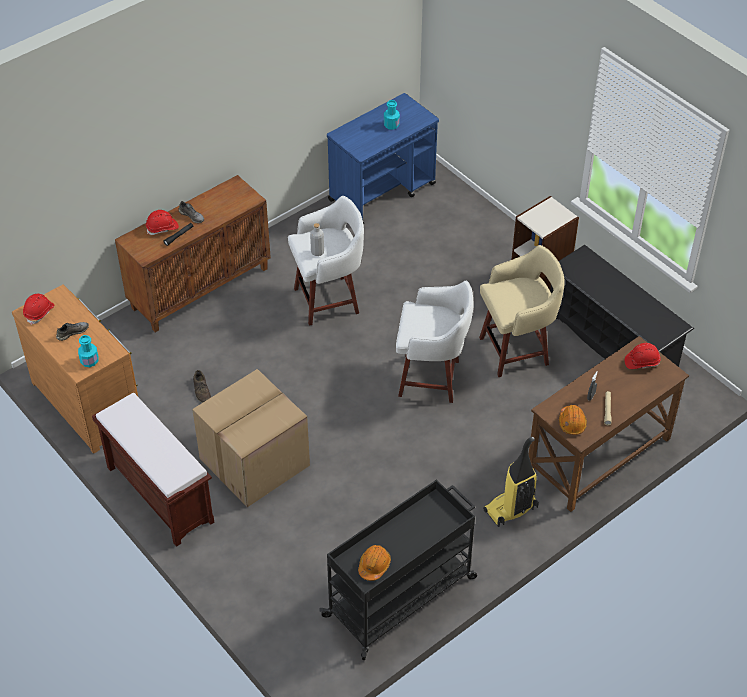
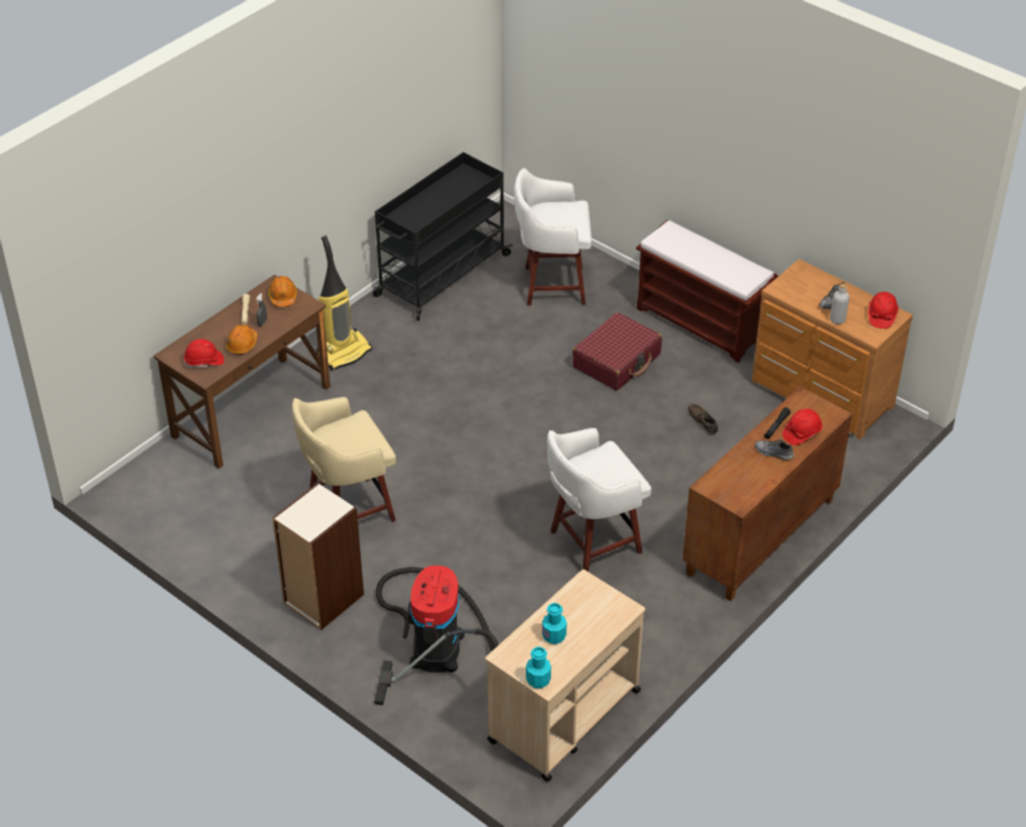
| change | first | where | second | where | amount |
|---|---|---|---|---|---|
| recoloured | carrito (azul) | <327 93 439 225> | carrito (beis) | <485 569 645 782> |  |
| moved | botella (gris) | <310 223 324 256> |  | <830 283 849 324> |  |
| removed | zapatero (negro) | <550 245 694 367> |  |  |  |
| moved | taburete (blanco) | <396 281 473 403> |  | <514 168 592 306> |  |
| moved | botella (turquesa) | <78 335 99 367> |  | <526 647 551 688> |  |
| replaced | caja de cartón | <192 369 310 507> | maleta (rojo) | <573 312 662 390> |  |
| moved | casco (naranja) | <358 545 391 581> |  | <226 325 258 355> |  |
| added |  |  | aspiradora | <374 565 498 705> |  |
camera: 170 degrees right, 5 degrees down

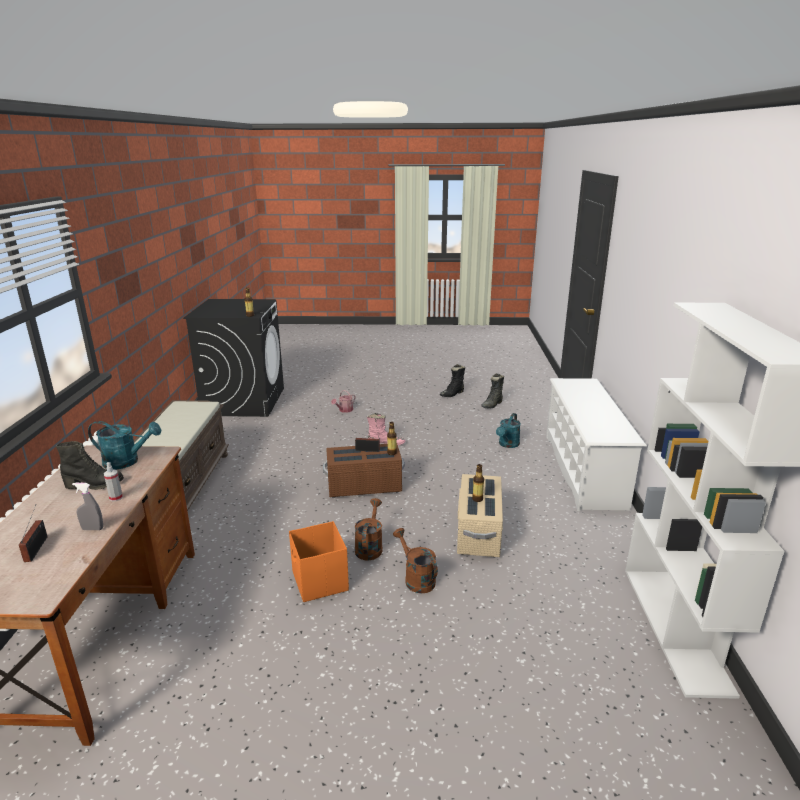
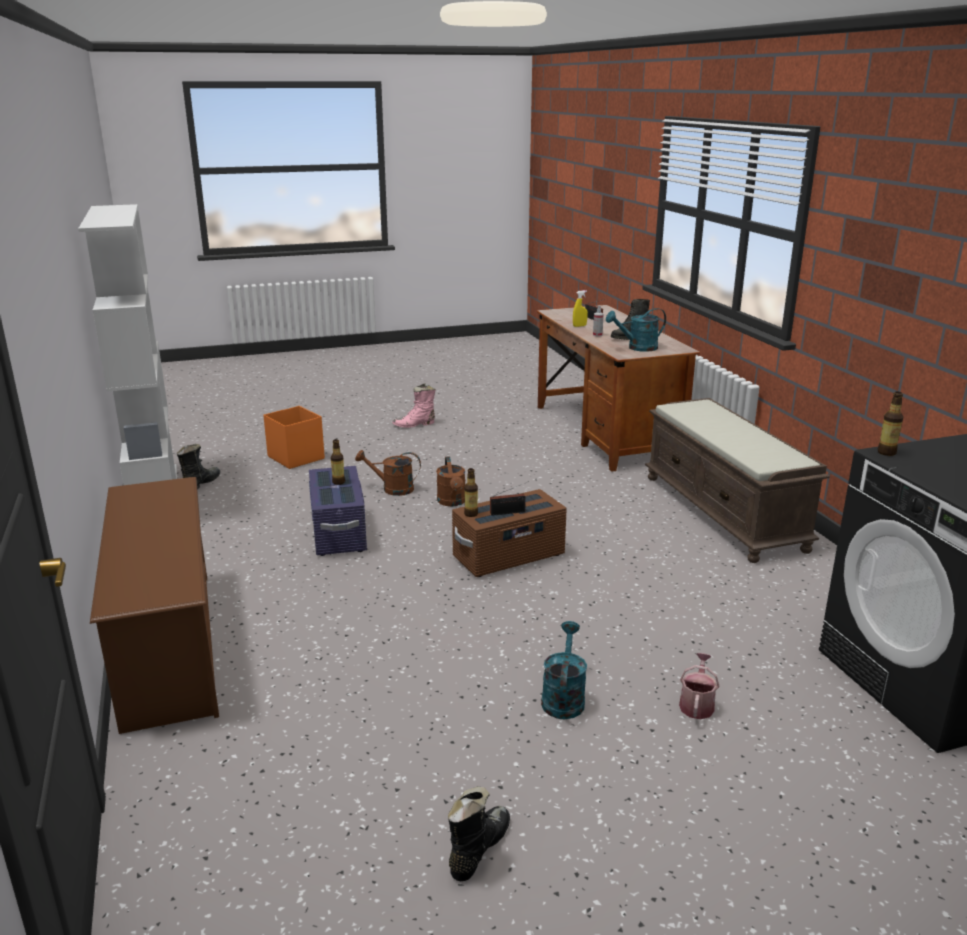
| change | first | where | second | where | amount |
|---|---|---|---|---|---|
| moved | bota (negro) | <481 373 504 409> |  | <177 444 220 489> |  |
| recoloured | zapatero (blanco) | <546 378 647 511> | zapatero (marrón) | <90 477 219 734> |  |
| moved | bota (rosa) | <367 413 405 445> |  | <392 383 436 428> |  |
| moved | regadera (turquesa) | <496 413 521 448> |  | <541 621 587 719> |  |
| recoloured | caja de almacenaje (beis) | <457 474 503 557> | caja de almacenaje (morado) | <309 466 367 556> |  |
| recoloured | pulverizador (gris) | <72 483 103 530> | pulverizador (amarillo) | <573 290 588 327> |  |
| moved | caja de almacenaje (naranja) | <289 521 349 602> |  | <263 406 325 469> |  |
| turned | regadera (marrón) | <393 528 438 594> |  | <355 450 421 496> | 150 degrees clockwise |
camera: 160 degrees right, 0 degrees up

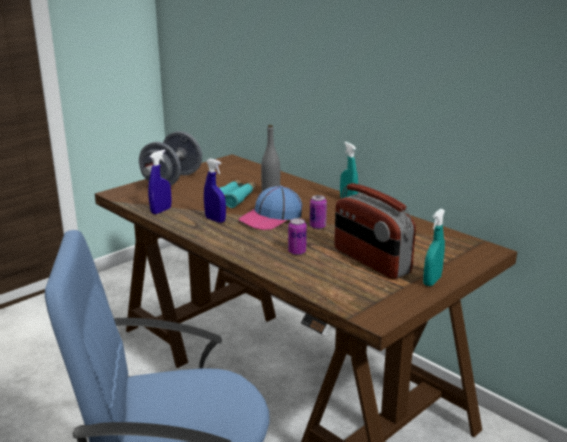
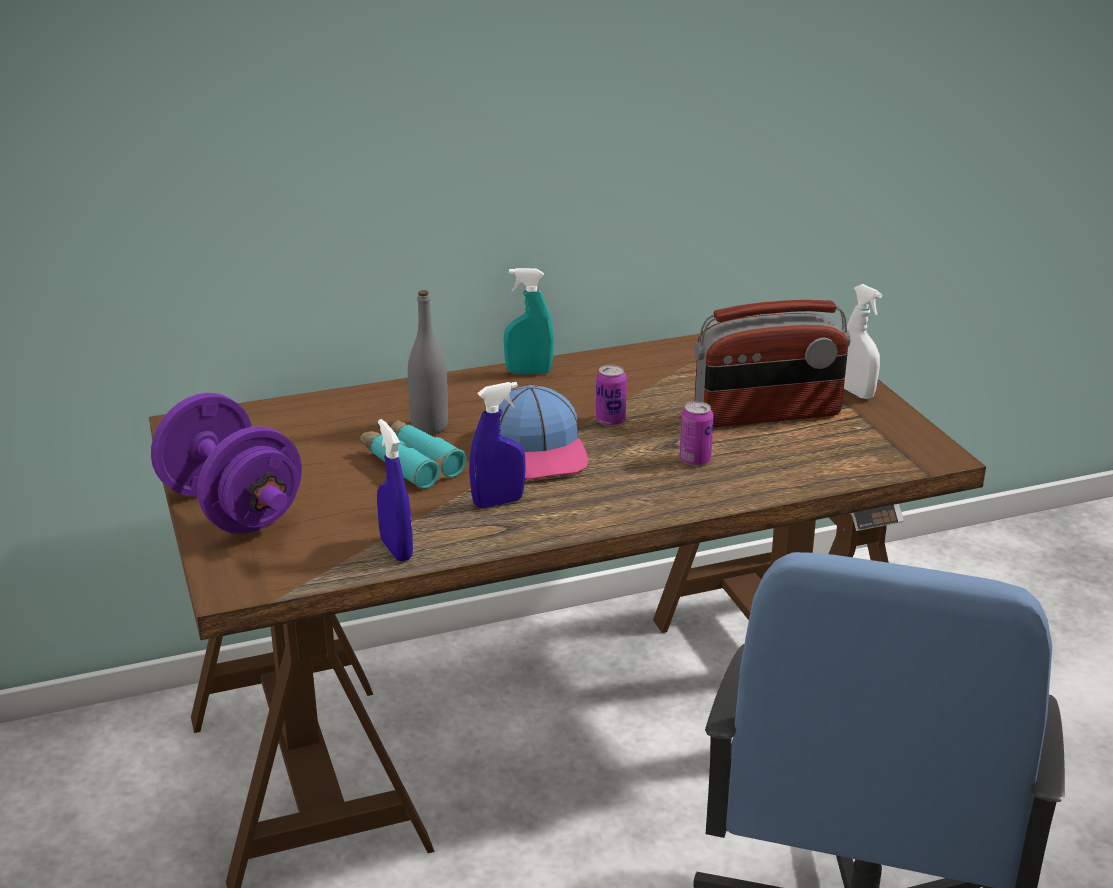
| change | first | where | second | where | amount |
|---|---|---|---|---|---|
| recoloured | mancuerna (gris) | <139 131 202 186> | mancuerna (morado) | <151 393 302 534> |  |
| recoloured | pulverizador (turquesa) | <423 209 445 286> | pulverizador (blanco) | <844 284 882 399> |  |
camera: 65 degrees left, 5 degrees up

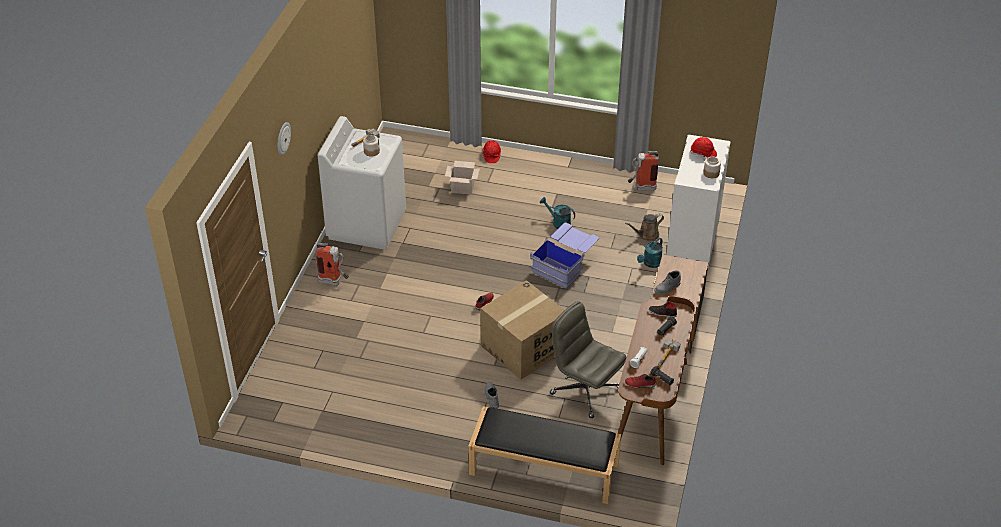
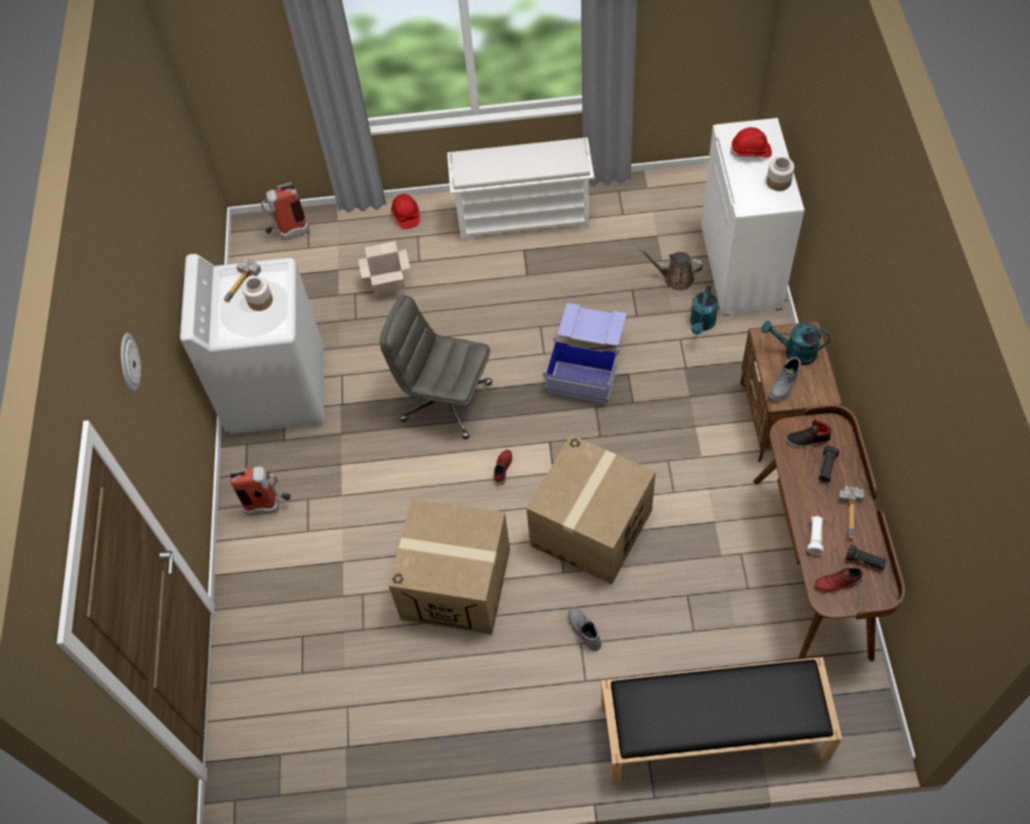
| change | first | where | second | where | amount |
|---|---|---|---|---|---|
| moved | extintor | <628 151 659 191> |  | <261 182 309 240> |  |
| moved | regadera (turquesa) | <540 197 575 229> |  | <761 321 830 366> |  |
| turned | regadera (marrón) | <625 214 664 240> |  | <638 248 704 290> | 60 degrees clockwise |
| moved | silla de oficina (gris) | <550 301 626 418> |  | <380 295 492 439> |  |
| added |  |  | zapatero (blanco) | <447 138 594 242> |  |
| added |  |  | caja de cartón | <389 499 510 635> |  |
camera: 15 degrees left, 15 degrees up

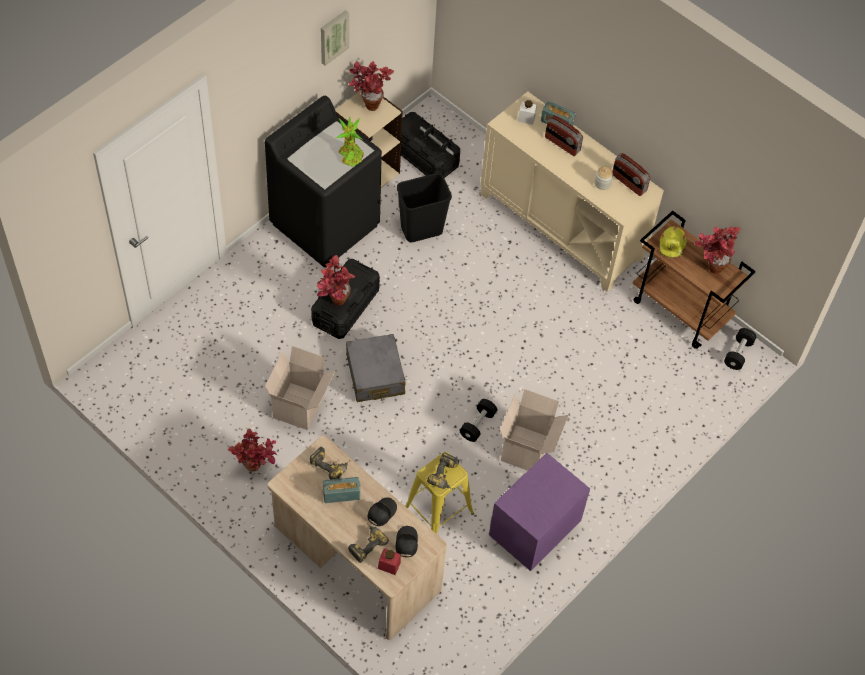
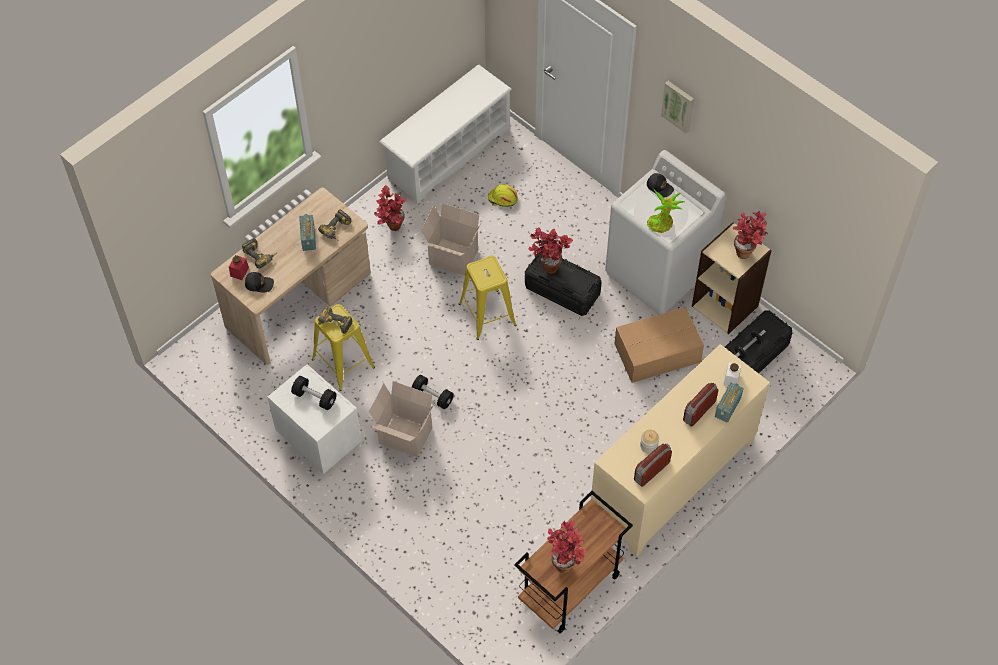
| change | first | where | second | where | amount |
|---|---|---|---|---|---|
| moved | cuadro | <321 10 349 66> |  | <661 81 694 133> |  |
| recoloured | lavadora (negro) | <265 96 382 268> | lavadora (blanco) | <605 150 726 315> |  |
| replaced | papelera (negro) | <397 173 452 242> | caja de cartón | <614 307 704 383> |  |
| moved | casco (amarillo) | <660 226 687 258> |  | <488 184 518 207> |  |
| moved | mancuerna (negro) | <724 328 756 370> |  | <291 376 337 410> |  |
| replaced | maleta (gris) | <346 334 405 402> | taburete (amarillo) | <459 256 517 340> |  |
| recoloured | mesita de noche (morado) | <489 453 590 571> | mesita de noche (blanco) | <267 364 362 474> |  |
| moved | gorra (negro) | <368 497 397 526> |  | <647 173 674 197> |  |
| added |  |  | zapatero (blanco) | <379 64 512 204> |  |
camera: 95 degrees right, 0 degrees up

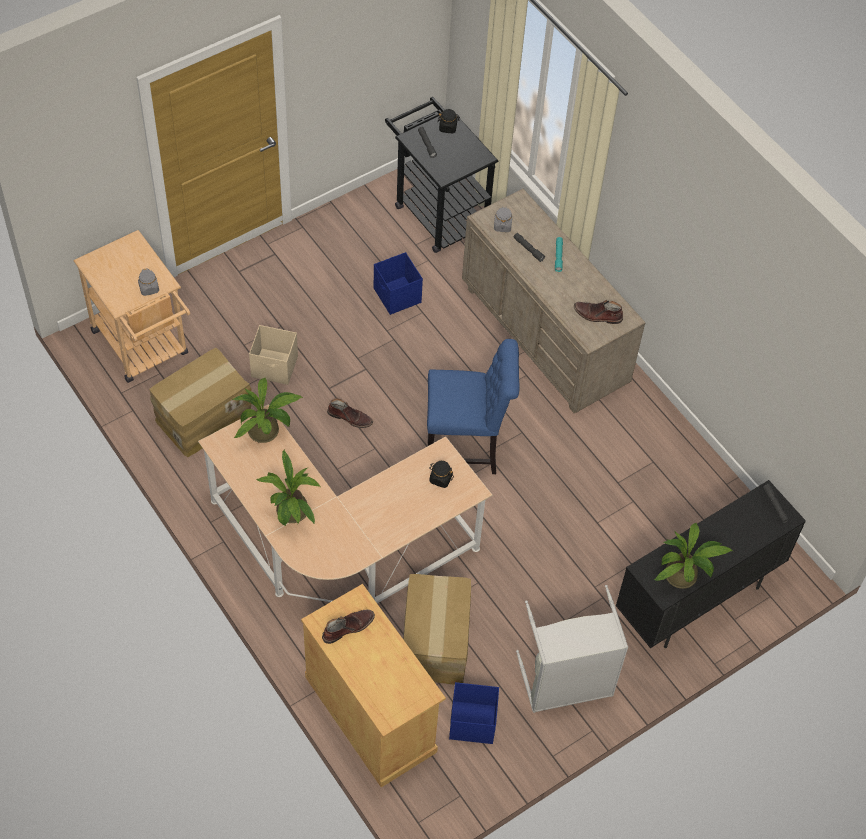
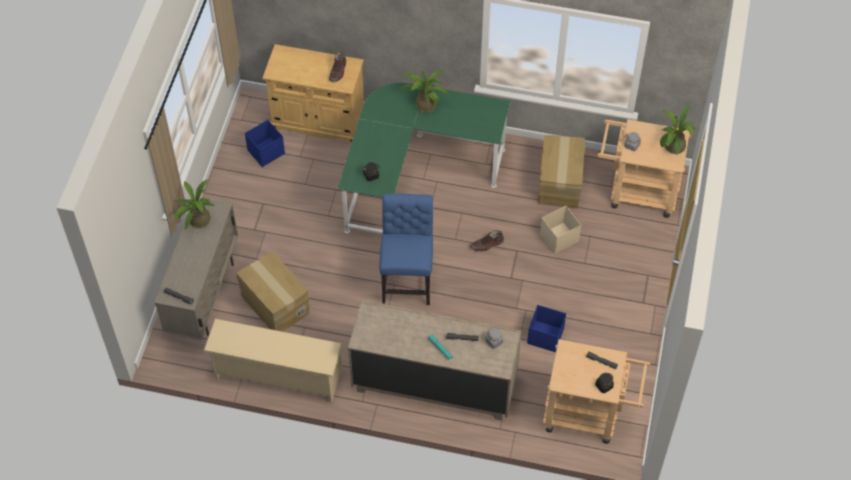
| change | first | where | second | where | amount |
|---|---|---|---|---|---|
| recoloured | carrito (negro) | <385 97 498 253> | carrito (beis) | <543 339 650 444> |  |
| removed | bota (marrón) | <574 300 623 324> |  |  |  |
| turned | silla (azul) | <427 339 520 474> |  | <379 193 433 305> | 135 degrees clockwise |
| moved | planta en maceta | <233 377 304 443> |  | <660 104 695 155> |  |
| recoloured | escritorio (beis) | <198 405 492 603> | escritorio (verde) | <337 83 510 234> |  |
| recoloured | armario (negro) | <616 480 806 648> | armario (beis) | <155 197 238 340> |  |
| moved | caja de cartón | <403 574 471 685> |  | <237 251 310 332> |  |
| removed | cesto de la ropa (gris) | <516 585 628 713> |  |  |  |
| added |  |  | zapatero (beis) | <204 318 343 403> |  |
camera: 140 degrees right, 0 degrees up

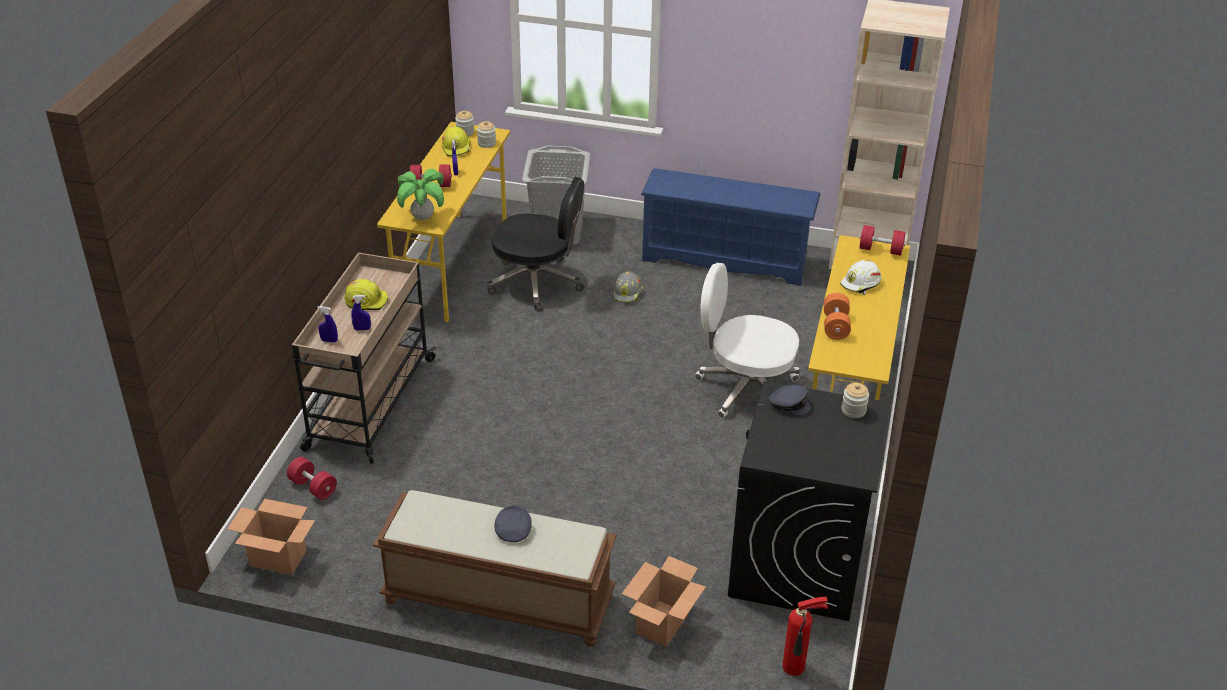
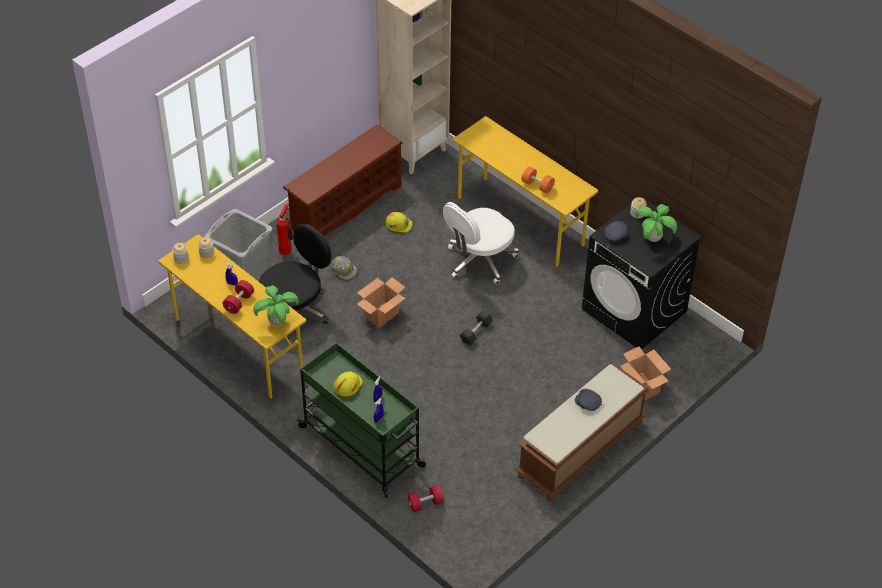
| change | first | where | second | where | amount |
|---|---|---|---|---|---|
| moved | casco (amarillo) | <442 126 471 156> |  | <385 212 413 234> |  |
| recoloured | zapatero (azul) | <641 168 820 286> | zapatero (marrón) | <283 125 403 236> |  |
| removed | mancuerna (rojo) | <860 225 905 256> |  |  |  |
| recoloured | carrito (beis) | <292 252 437 464> | carrito (verde) | <297 342 426 498> |  |
| removed | casco (blanco) | <840 260 882 295> |  |  |  |
| moved | caja de cartón | <227 499 315 575> |  | <357 277 406 328> |  |
| moved | extintor | <782 596 828 676> |  | <276 204 293 255> |  |
| added |  |  | planta en maceta | <635 204 677 242> |  |
| added |  |  | mancuerna (gris) | <459 311 493 346> |  |
camera: 60 degrees left, 10 degrees up

